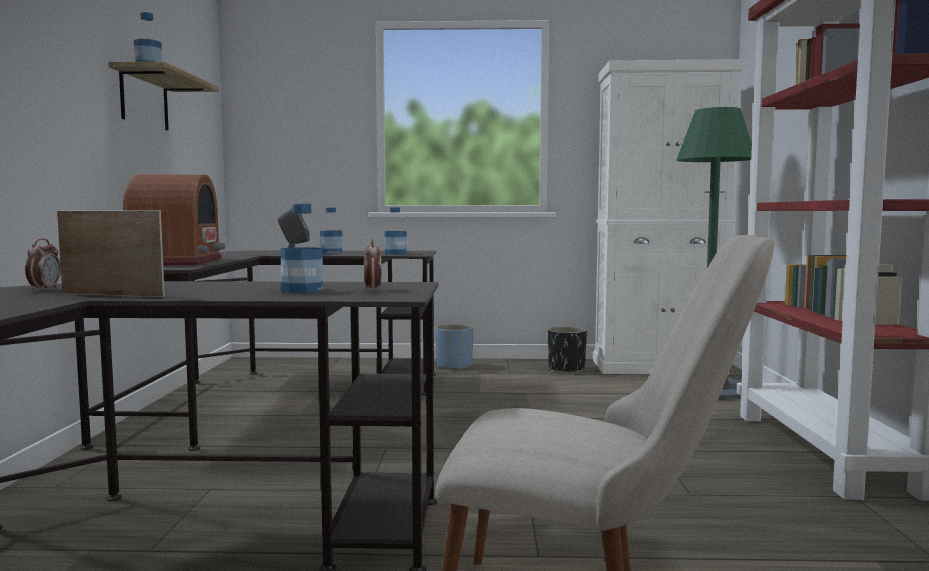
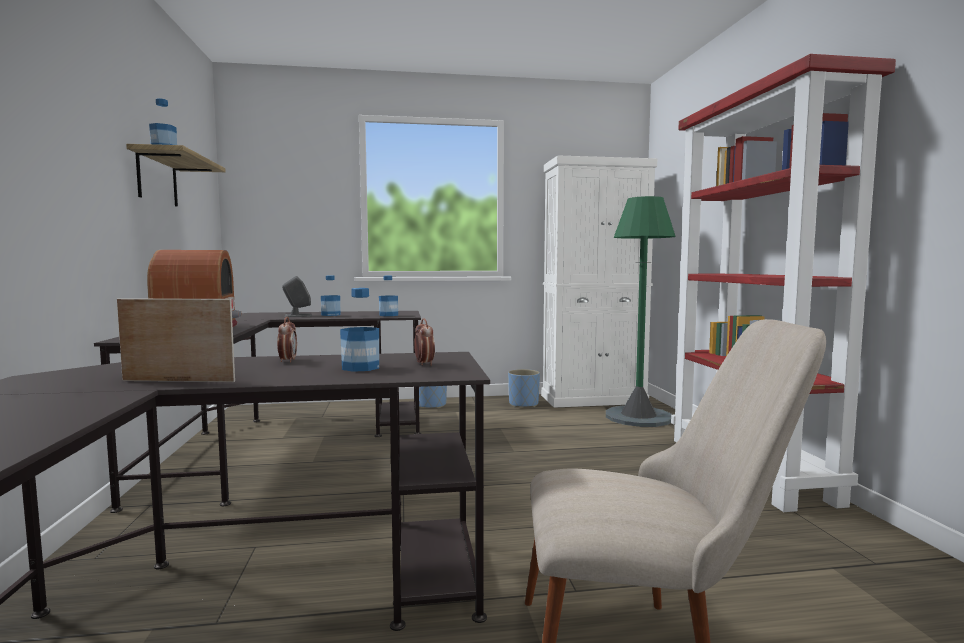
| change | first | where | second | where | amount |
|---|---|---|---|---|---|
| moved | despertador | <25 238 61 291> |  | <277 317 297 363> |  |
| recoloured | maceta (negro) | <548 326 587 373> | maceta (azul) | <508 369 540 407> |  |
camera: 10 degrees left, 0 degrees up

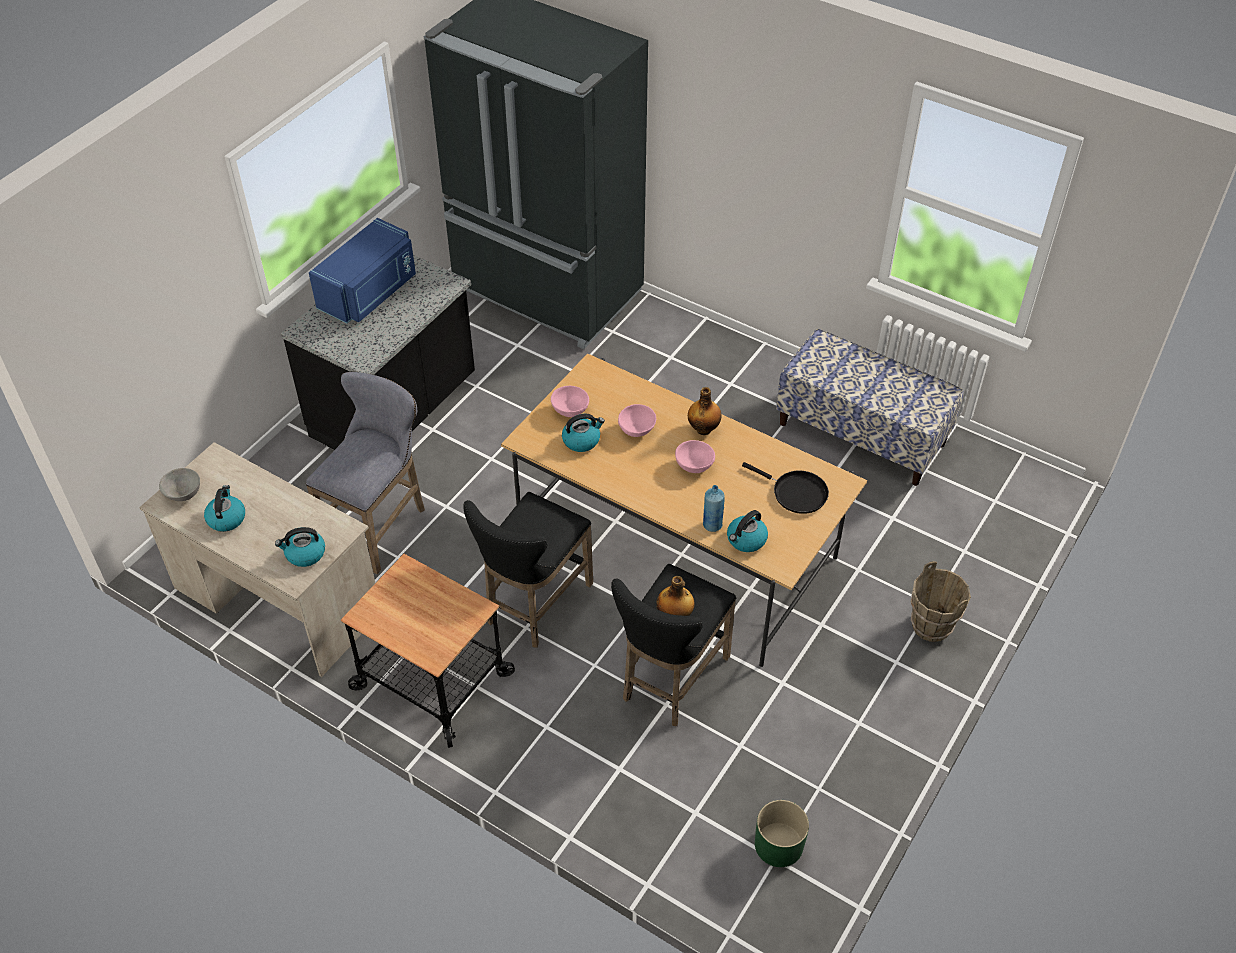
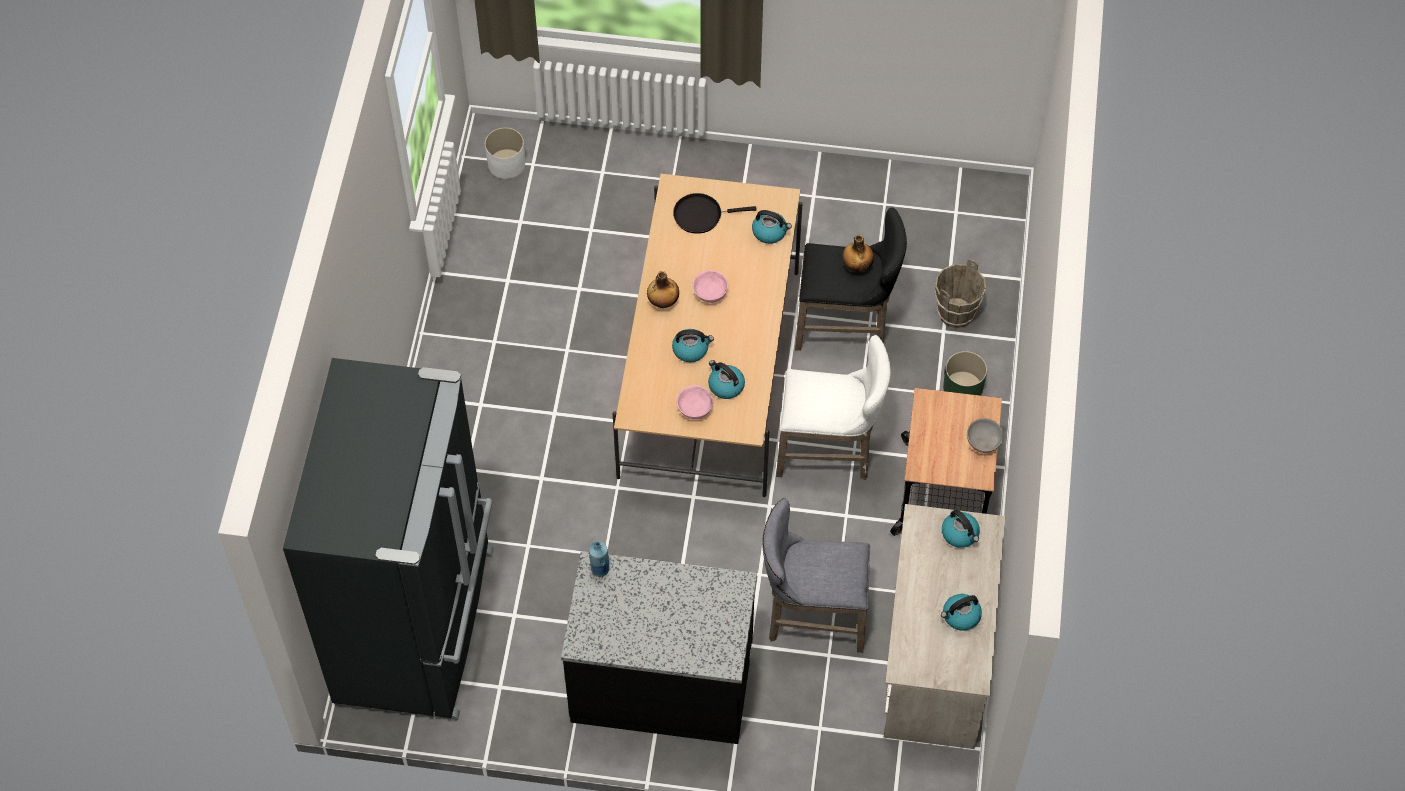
| change | first | where | second | where | amount |
|---|---|---|---|---|---|
| removed | microondas (azul) | <309 218 416 324> |  |  |  |
| removed | banco | <776 329 963 486> |  |  |  |
| replaced | cuenco (rosa) | <618 404 656 437> | hervidor | <672 329 714 362> |  |
| turned | sartén (negro) | <742 462 829 514> |  | <673 193 757 234> | 105 degrees counterclockwise |
| moved | cuenco (gris) | <159 468 200 501> |  | <967 418 1004 453> |  |
| moved | botella (azul) | <703 485 725 532> |  | <589 541 610 577> |  |
| recoloured | taburete (negro) | <463 492 593 648> | taburete (blanco) | <776 335 891 480> |  |
| moved | cubo (marrón) | <911 561 971 642> |  | <935 259 986 328> |  |
| moved | maceta (verde) | <755 800 809 867> |  | <943 351 987 396> |  |
| added |  |  | maceta (blanco) | <485 127 525 179> |  |
camera: 115 degrees left, 10 degrees up

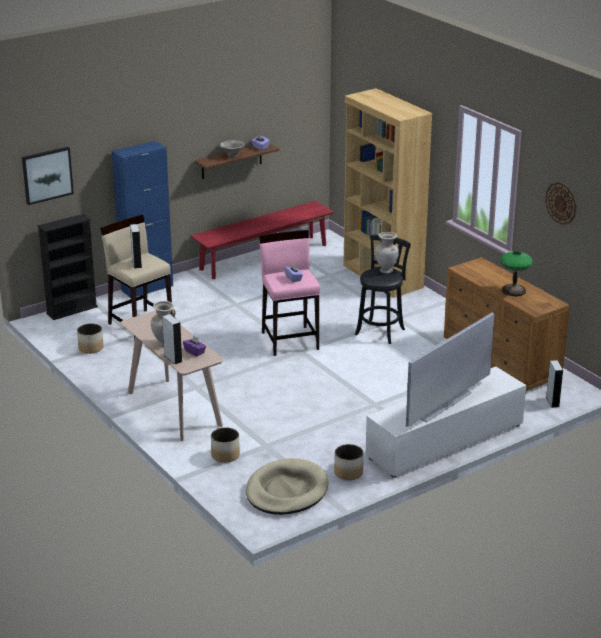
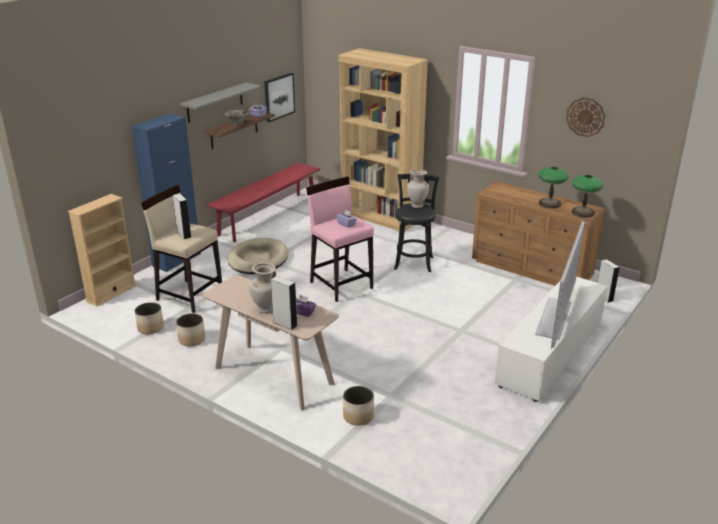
| change | first | where | second | where | amount |
|---|---|---|---|---|---|
| moved | cuadro | <22 147 74 205> |  | <264 73 295 122> |  |
| recoloured | estantería (negro) | <38 214 98 320> | estantería (beis) | <68 194 137 307> |  |
| moved | maceta | <334 444 364 480> |  | <176 313 205 346> |  |
| moved | cama para perro (beis) | <246 458 328 515> |  | <228 238 288 274> |  |
| added |  |  | estante (gris) | <180 83 262 123> |  |
| added |  |  | lámpara de mesa | <572 175 603 217> |  |
camera: 20 degrees left, 0 degrees up

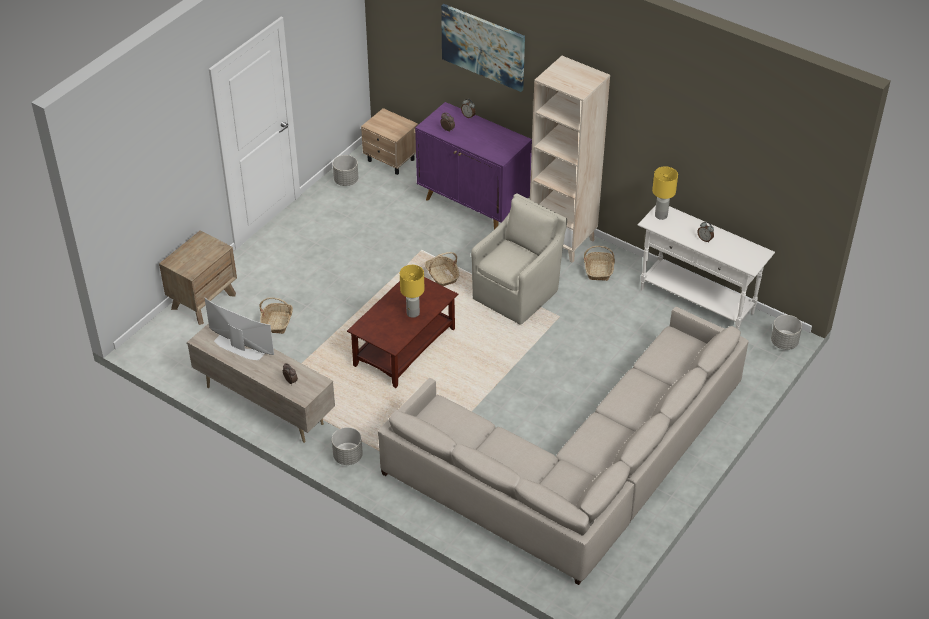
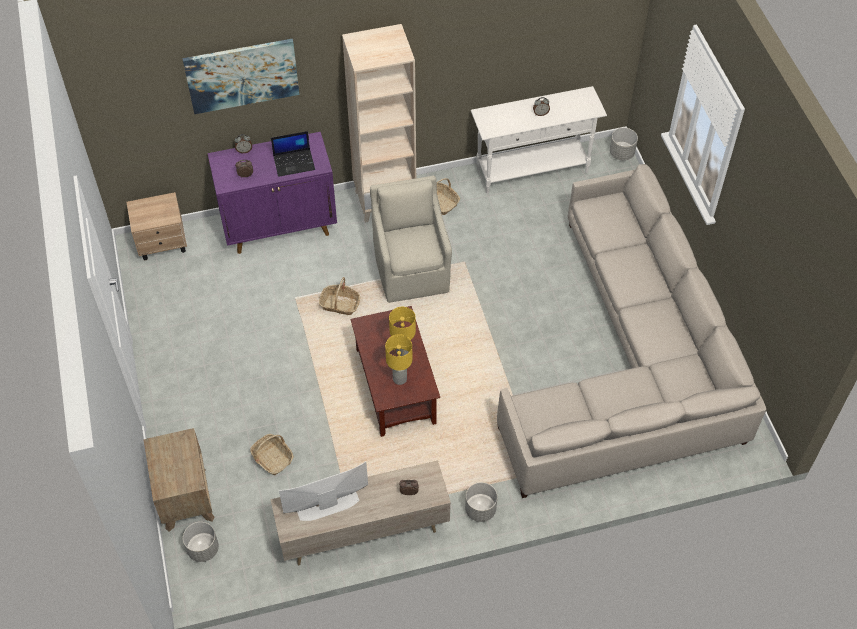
| change | first | where | second | where | amount |
|---|---|---|---|---|---|
| moved | maceta (gris) | <333 155 358 186> |  | <183 522 219 562> |  |
| moved | lámpara de mesa (amarillo) | <652 166 678 220> |  | <385 334 413 385> |  |
| added |  |  | portátil | <271 131 315 177> |  |
camera: 50 degrees left, 10 degrees up

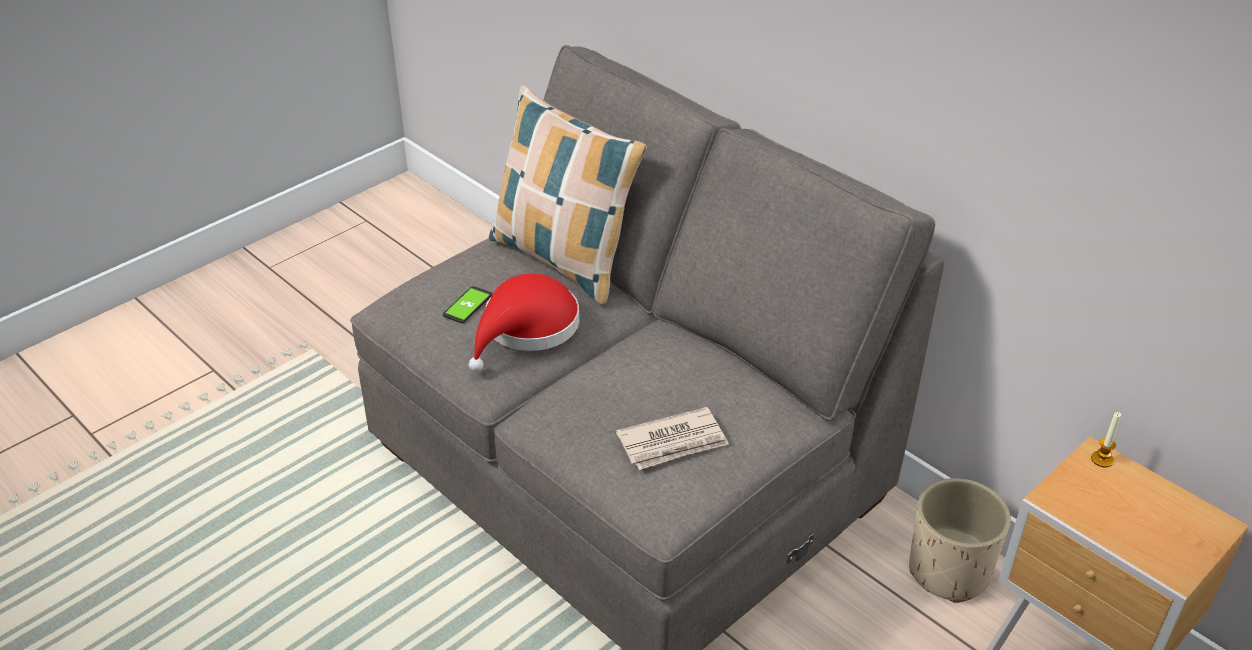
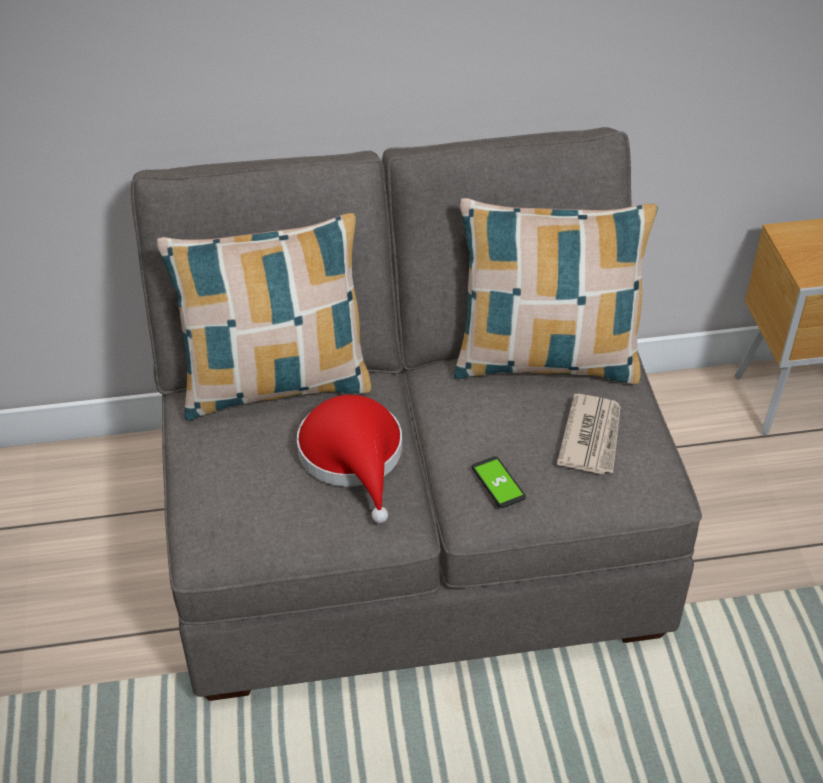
| change | first | where | second | where | amount |
|---|---|---|---|---|---|
| moved | móvil | <443 286 492 323> |  | <472 456 526 508> |  |
| removed | vela | <1091 412 1121 467> |  |  |  |
| removed | maceta (beis) | <909 478 1011 603> |  |  |  |
| added |  |  | cojín | <454 198 658 384> |  |
camera: 55 degrees left, 5 degrees up

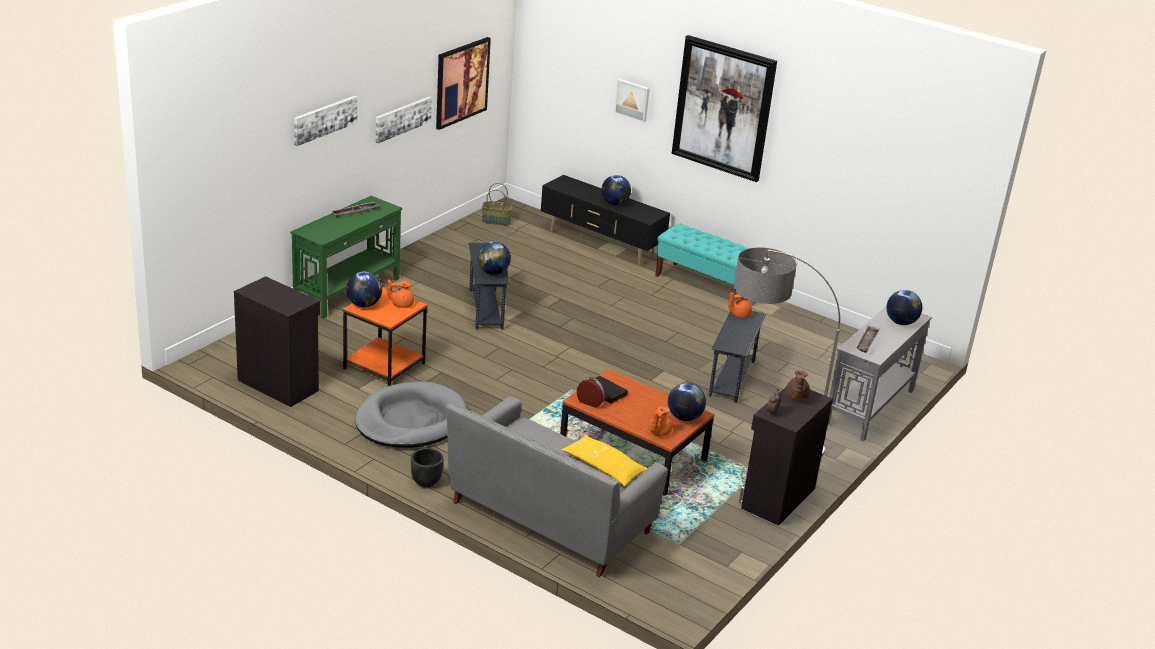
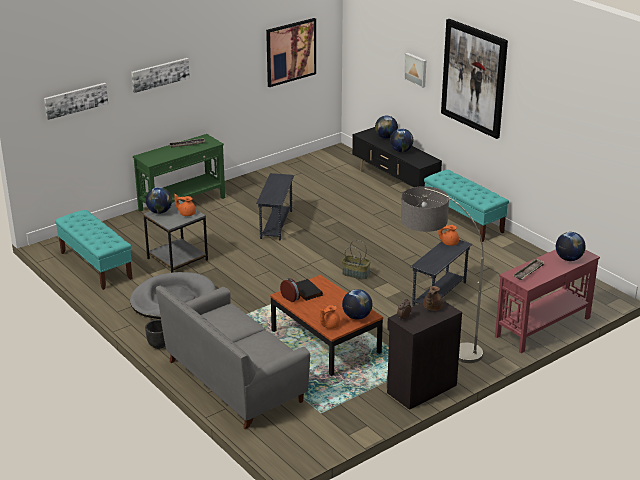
| change | first | where | second | where | amount |
|---|---|---|---|---|---|
| moved | cuadro | <375 96 432 144> |  | <44 83 108 120> |  |
| moved | cesta | <482 183 513 225> |  | <342 240 371 280> |  |
| moved | globo terráqueo | <478 242 511 275> |  | <375 116 398 139> |  |
| replaced | armario (negro) | <234 276 320 407> | banco (turquesa) | <55 210 133 290> |  |
| recoloured | mesa auxiliar (naranja) | <343 287 427 386> | mesa auxiliar (gris) | <143 200 208 273> |  |
| recoloured | mesa consola (gris) | <828 307 932 441> | mesa consola (rojo) | <495 249 600 353> |  |
| removed | cojín (amarillo) | <562 434 648 486> |  |  |  |
camera: 20 degrees right, 0 degrees up

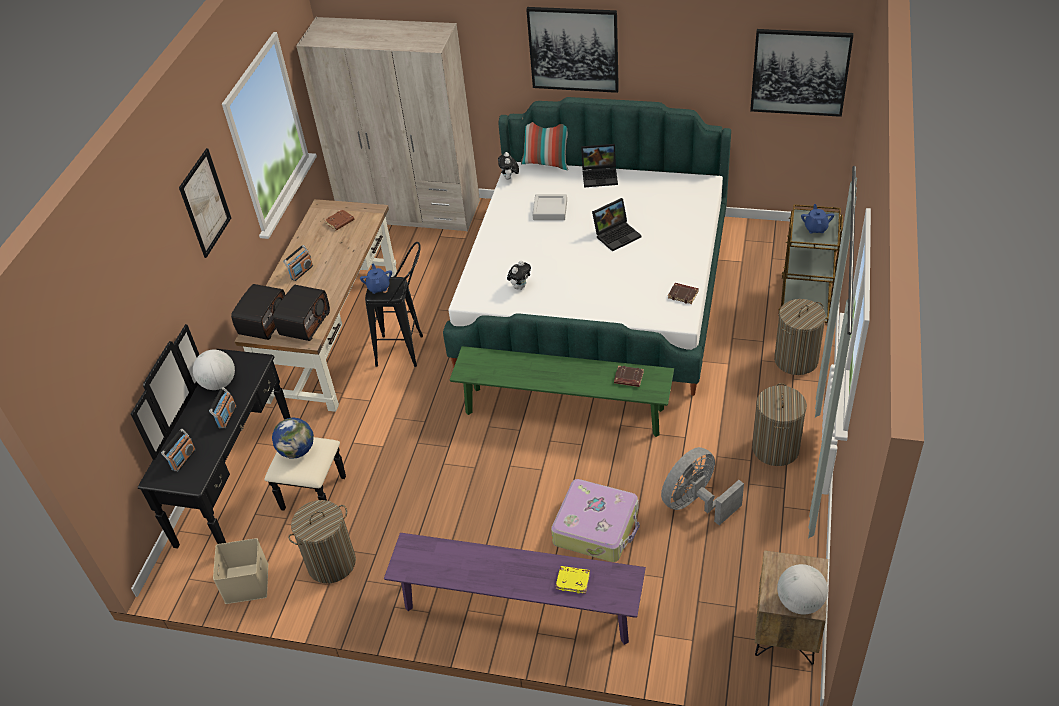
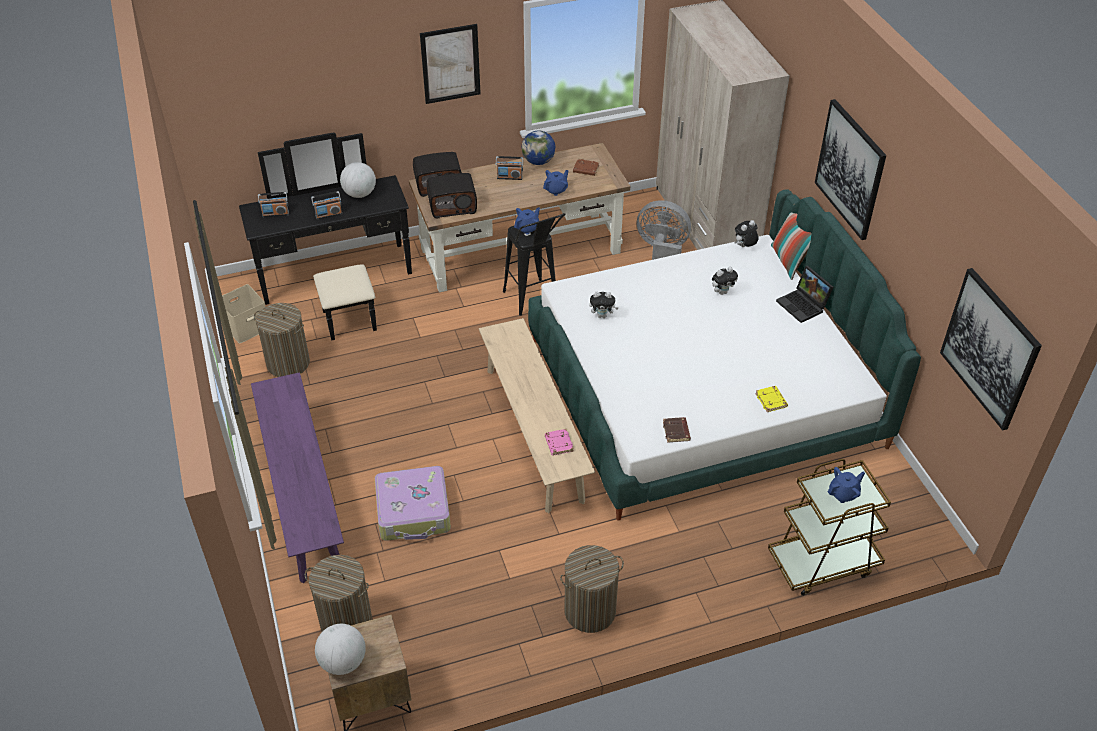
| change | first | where | second | where | amount |
|---|---|---|---|---|---|
| replaced | bandeja (gris) | <532 194 567 220> | peluche | <712 267 738 295> |  |
| removed | portátil | <592 198 641 251> |  |  |  |
| moved | cesto de la ropa | <774 299 826 375> |  | <305 555 372 632> |  |
| recoloured | banco (verde) | <450 346 674 437> | banco (beis) | <479 318 595 513> |  |
| recoloured | libro (marrón) | <614 366 644 387> | libro (rosa) | <545 429 574 456> |  |
| moved | globo terráqueo | <272 417 314 458> |  | <522 131 555 165> |  |
| moved | ventilador (gris) | <661 447 744 525> |  | <637 200 691 260> |  |
| moved | libro (amarillo) | <555 566 590 594> |  | <755 386 788 412> |  |
| added |  |  | tetera (azul) | <543 170 569 196> |  |
camera: 55 degrees right, 0 degrees up

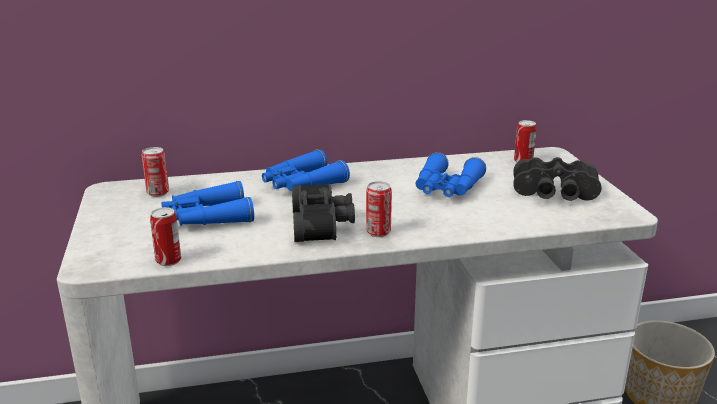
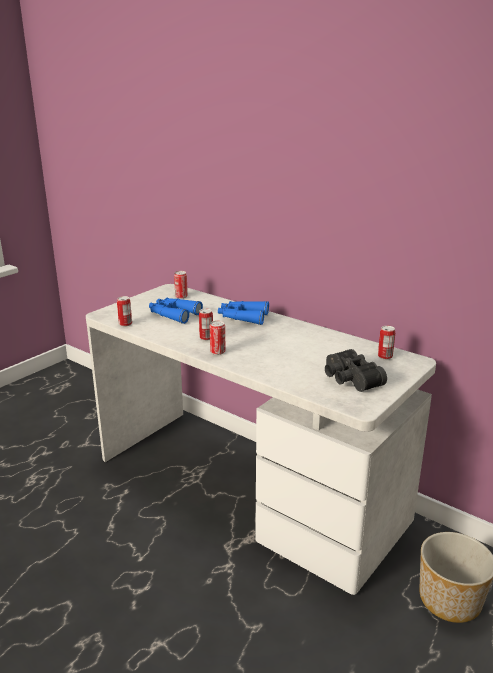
| change | first | where | second | where | amount |
|---|---|---|---|---|---|
| removed | prismáticos (azul) | <416 152 486 197> |  |  |  |
| replaced | prismáticos (negro) | <292 184 355 242> | lata | <199 309 213 341> |  |
camera: 50 degrees right, 0 degrees up

